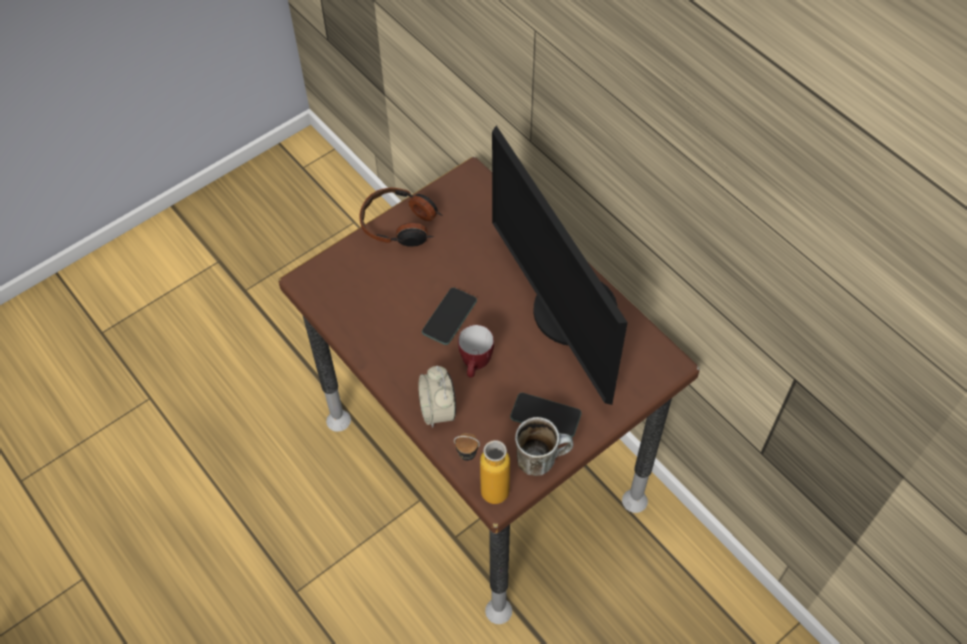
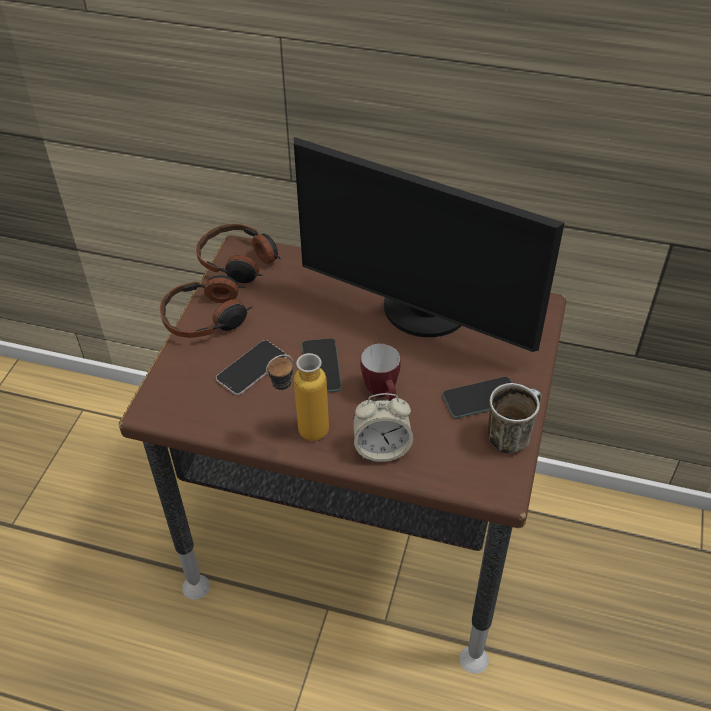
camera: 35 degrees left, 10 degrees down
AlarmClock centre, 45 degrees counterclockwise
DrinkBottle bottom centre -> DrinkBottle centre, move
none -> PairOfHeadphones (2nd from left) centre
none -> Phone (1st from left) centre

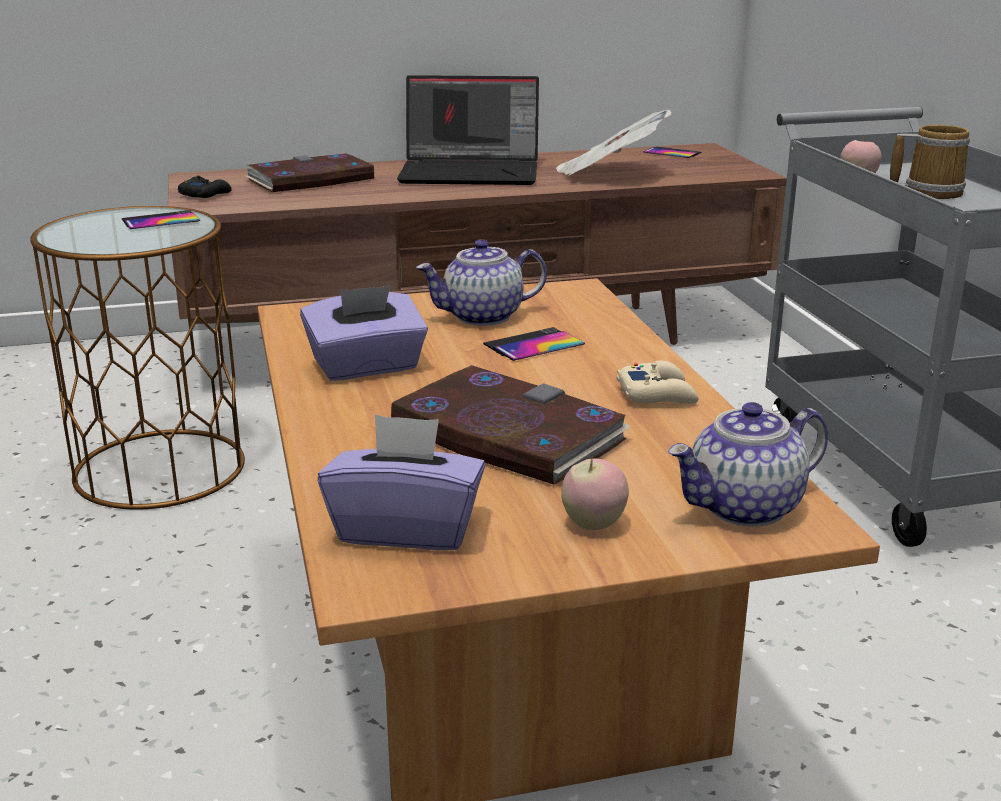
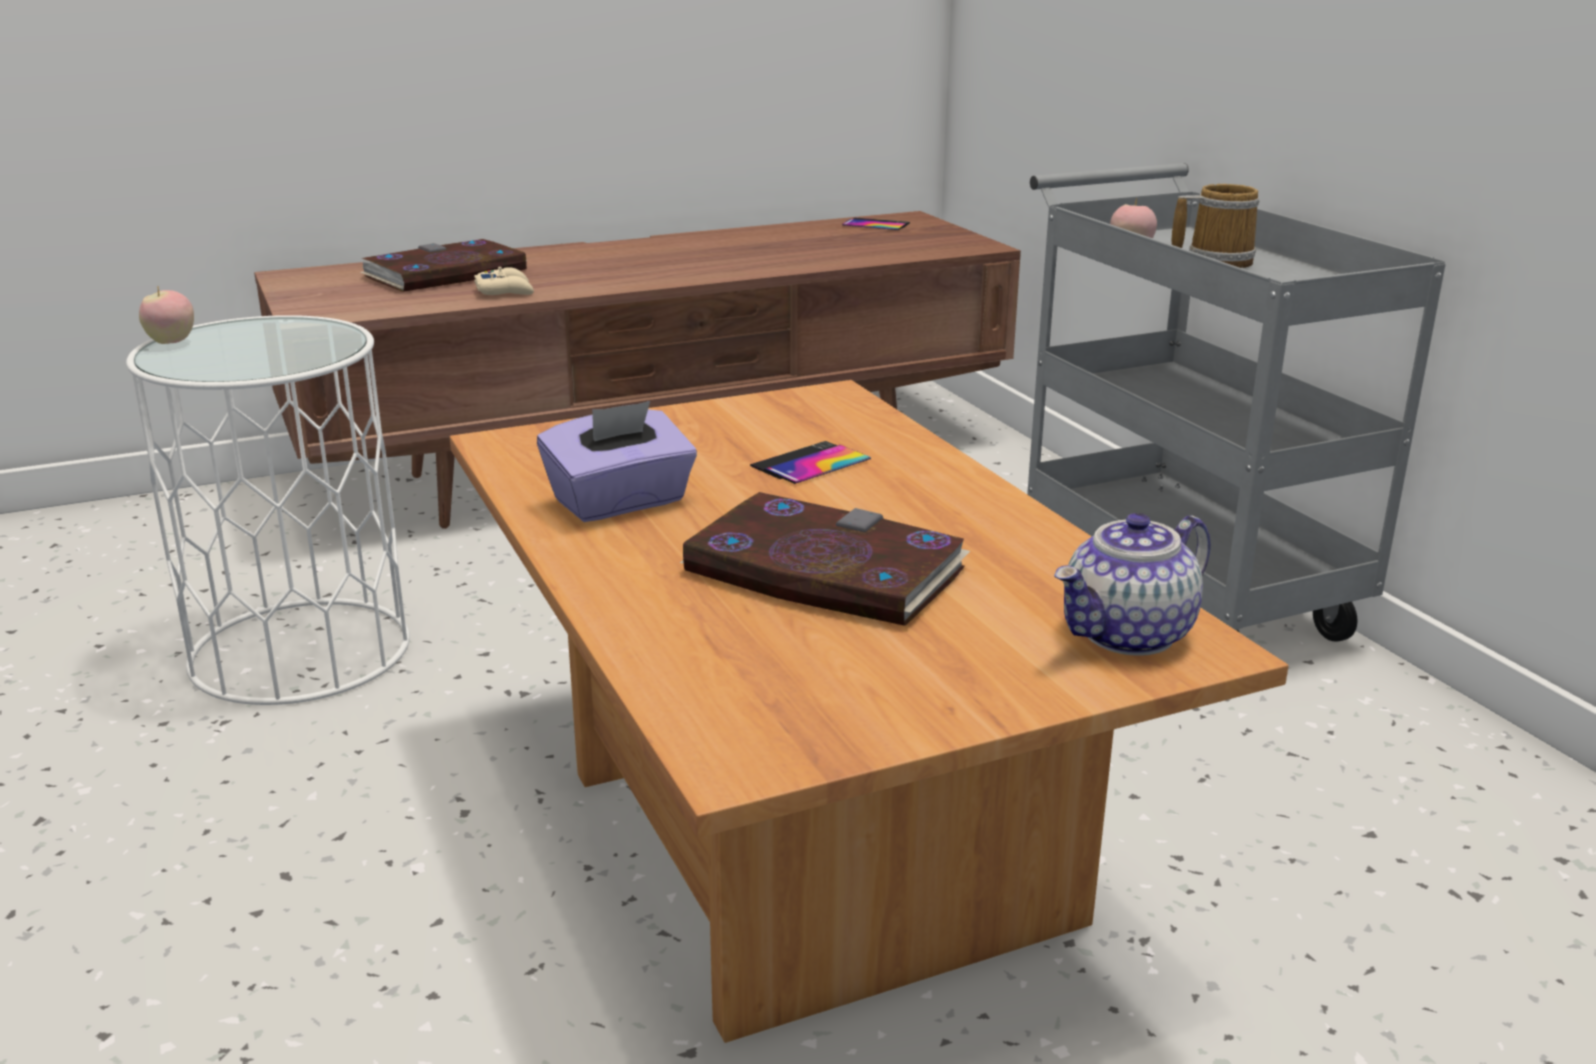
camera: 10 degrees left, 0 degrees up
Laptop top centre -> none
Newspaper top centre -> none
BlackColouredJoypad top left -> none
BrownColouredEndTable middle left -> WhiteEndTable middle left
Phone (1st from left) top left -> none
TeaPot (1st from left) centre -> none
SandColouredJoypad centre -> SandColouredJoypad top left, move
PurpleTissueBox (2nd from left) centre -> none
AppleFruit (1st from left) centre -> AppleFruit (1st from left) top left, move

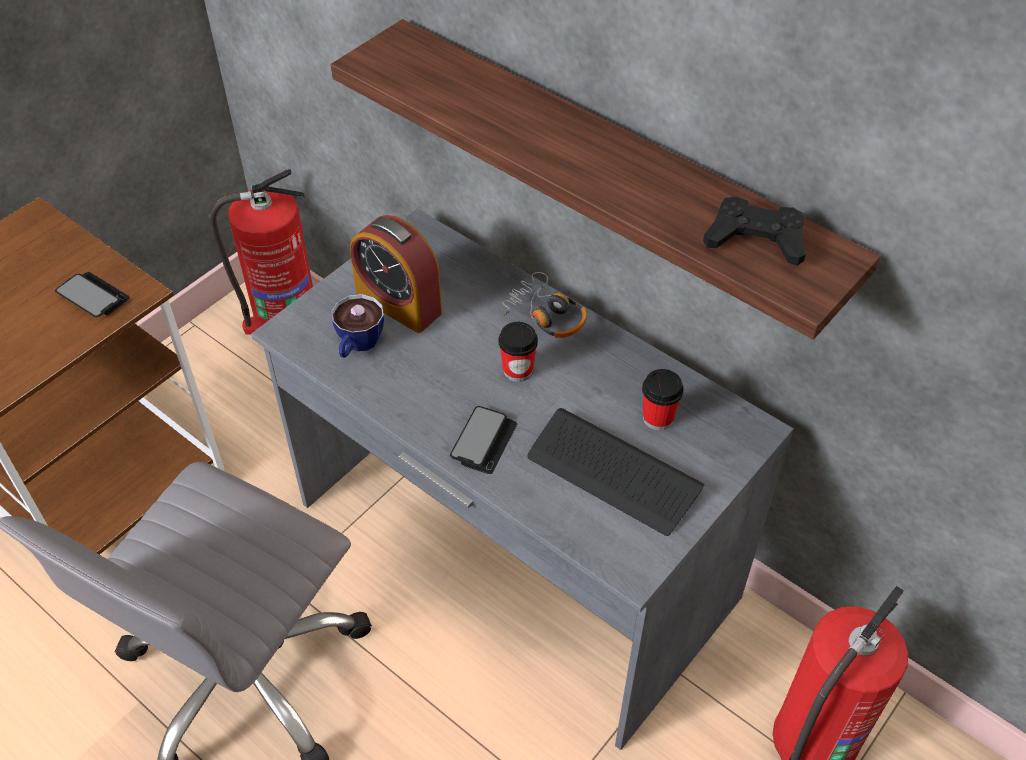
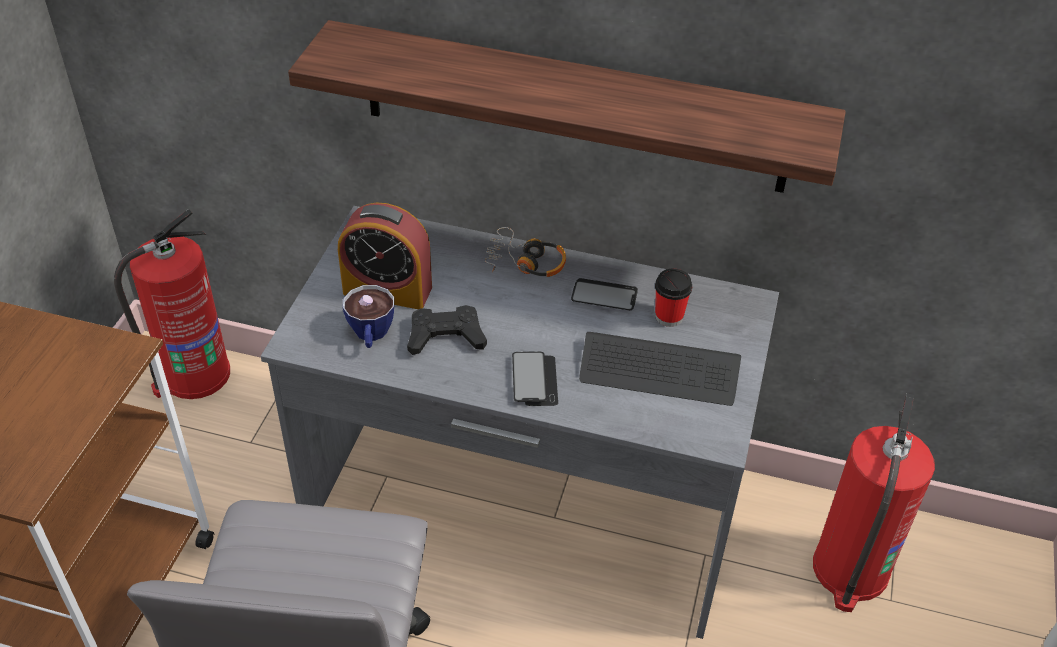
camera: 25 degrees left, 5 degrees down
BlackColouredJoypad top right -> BlackColouredJoypad centre, move
Phone (1st from left in the first image) middle left -> Phone (2nd from left) centre, move
Cup (2nd from left) centre -> none

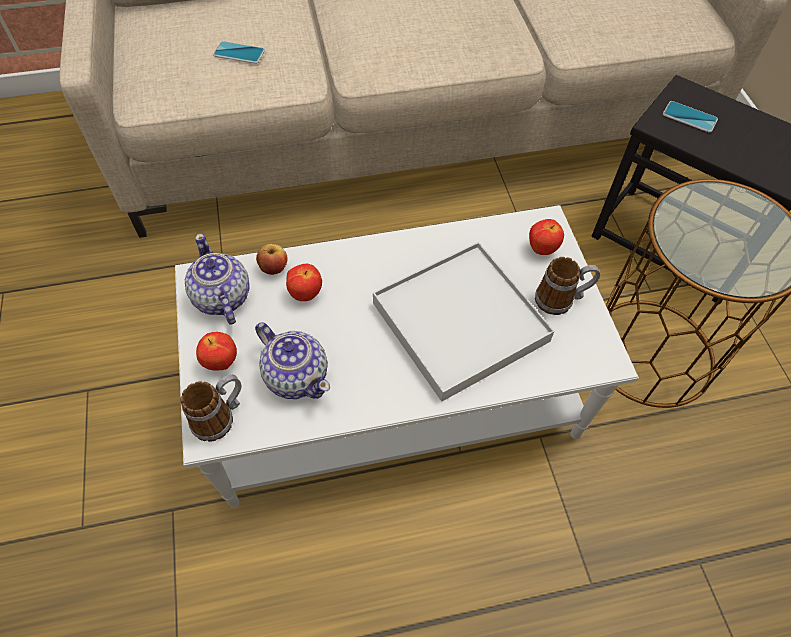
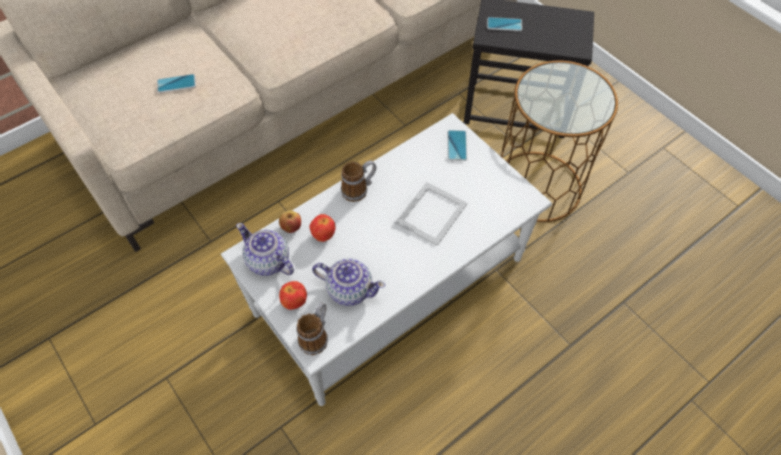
camera: 25 degrees left, 0 degrees up
AppleFruit (4th from left) middle right -> Phone (2nd from left) top centre
WhiteServingTray centre -> PictureFrame centre
TeaMug (2nd from left) middle right -> TeaMug (2nd from left) centre, move

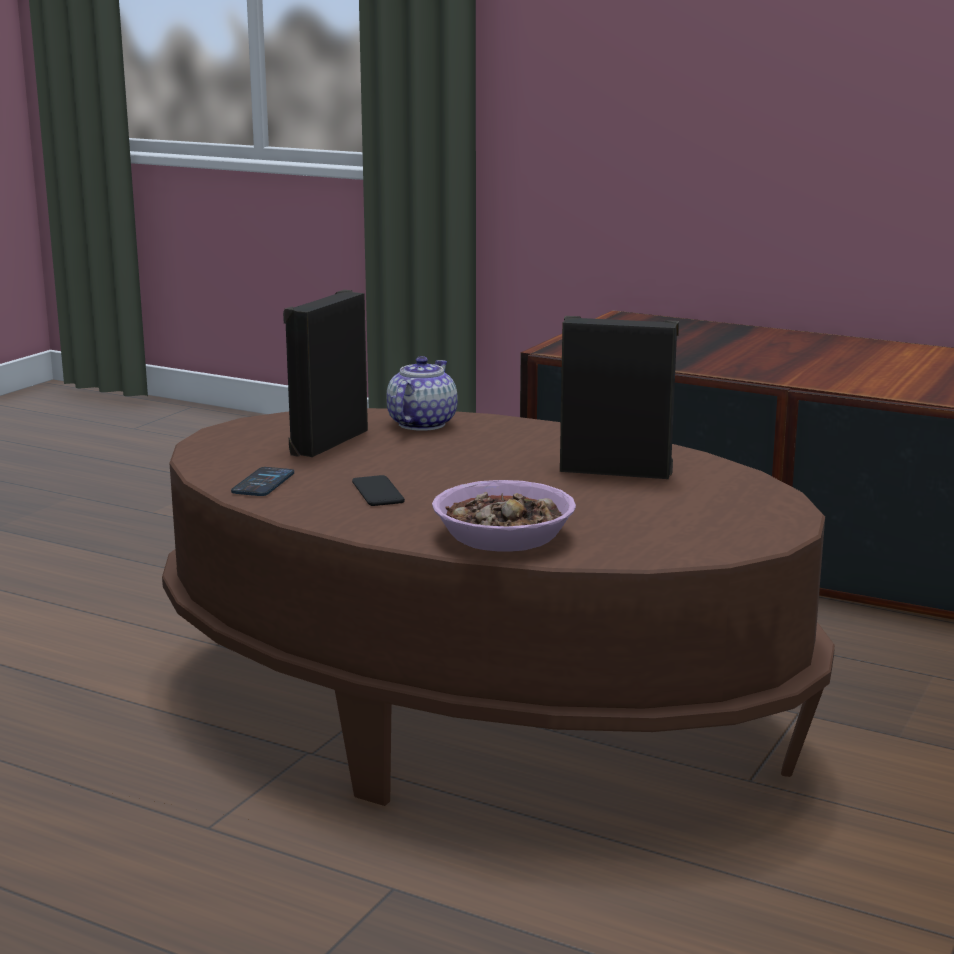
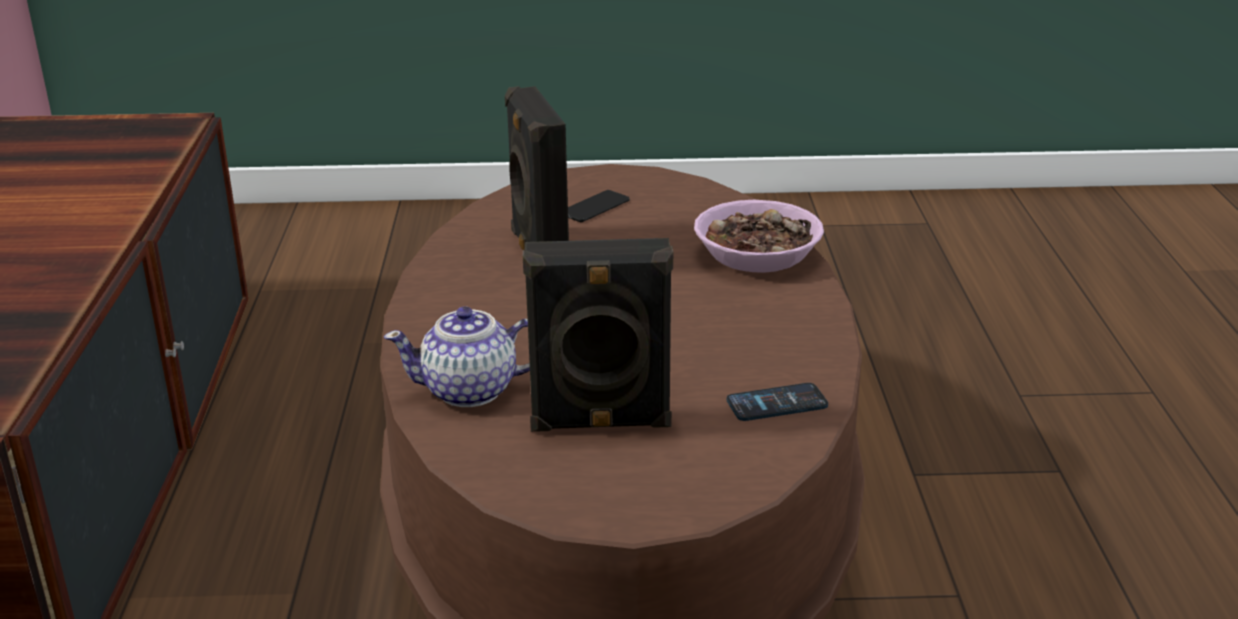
camera: 120 degrees left, 10 degrees up
Phone (2nd from left in the first image) centre -> Phone (1st from left) top centre, move

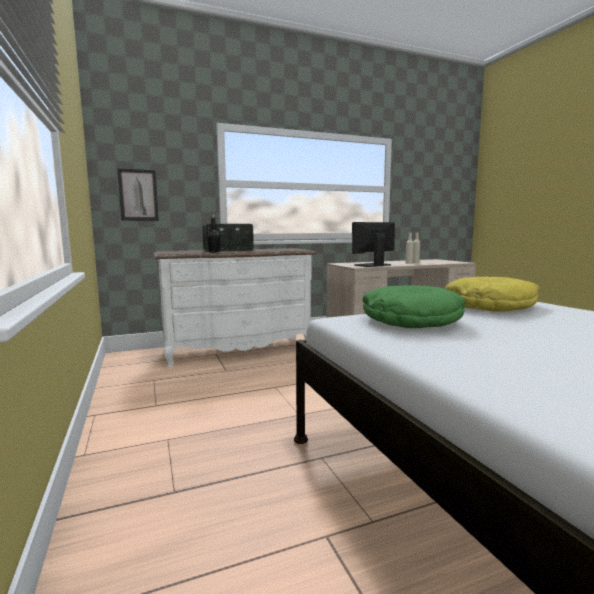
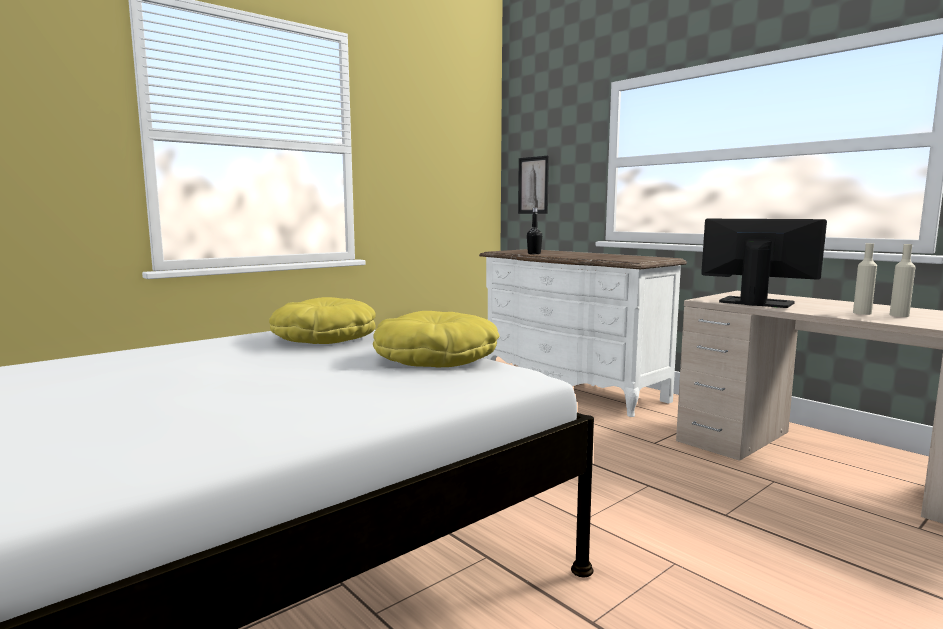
camera: 70 degrees right, 0 degrees up
RadioReceiver centre -> none
GreenColouredPillow middle right -> YellowColouredPillow (1st from left) centre

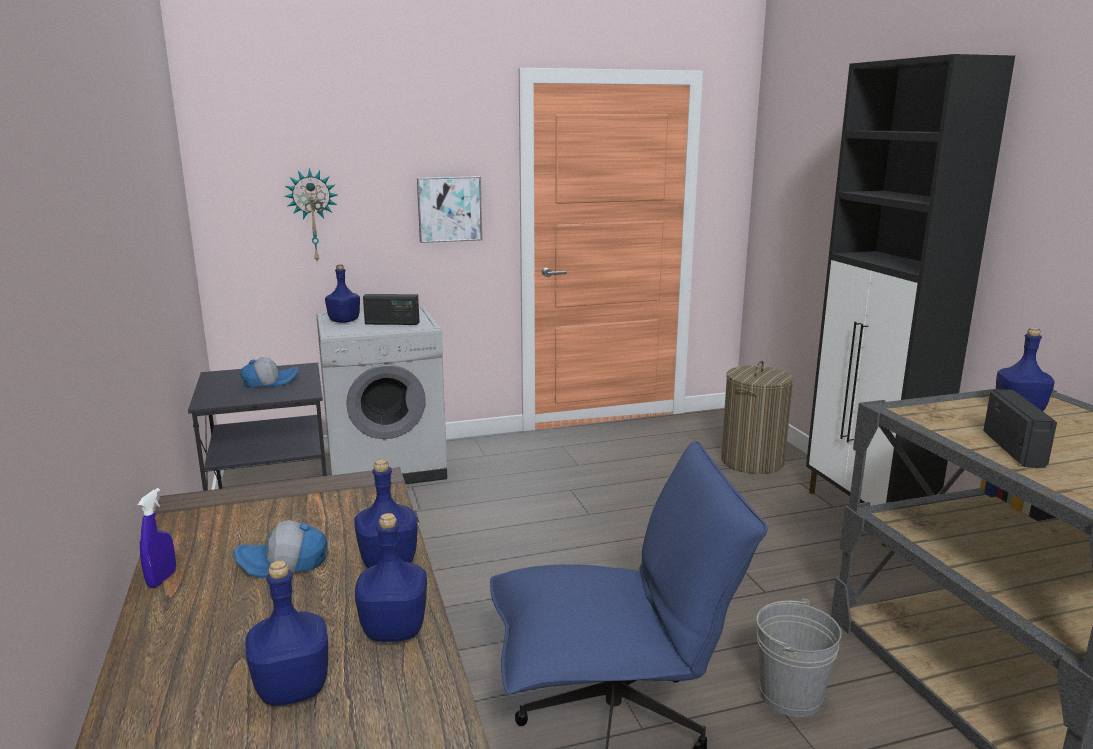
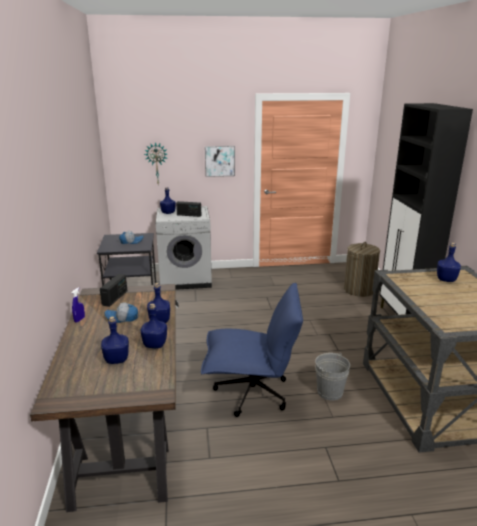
camera: 10 degrees right, 5 degrees up
RadioReceiver (2nd from left in the first image) middle right -> RadioReceiver (1st from left) middle left, move

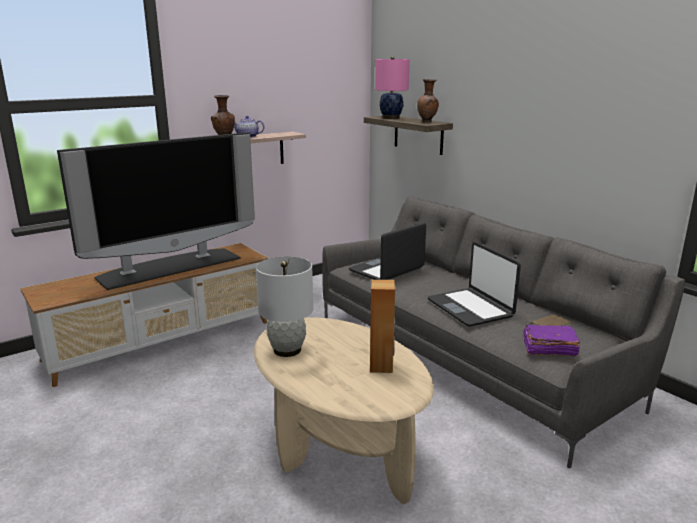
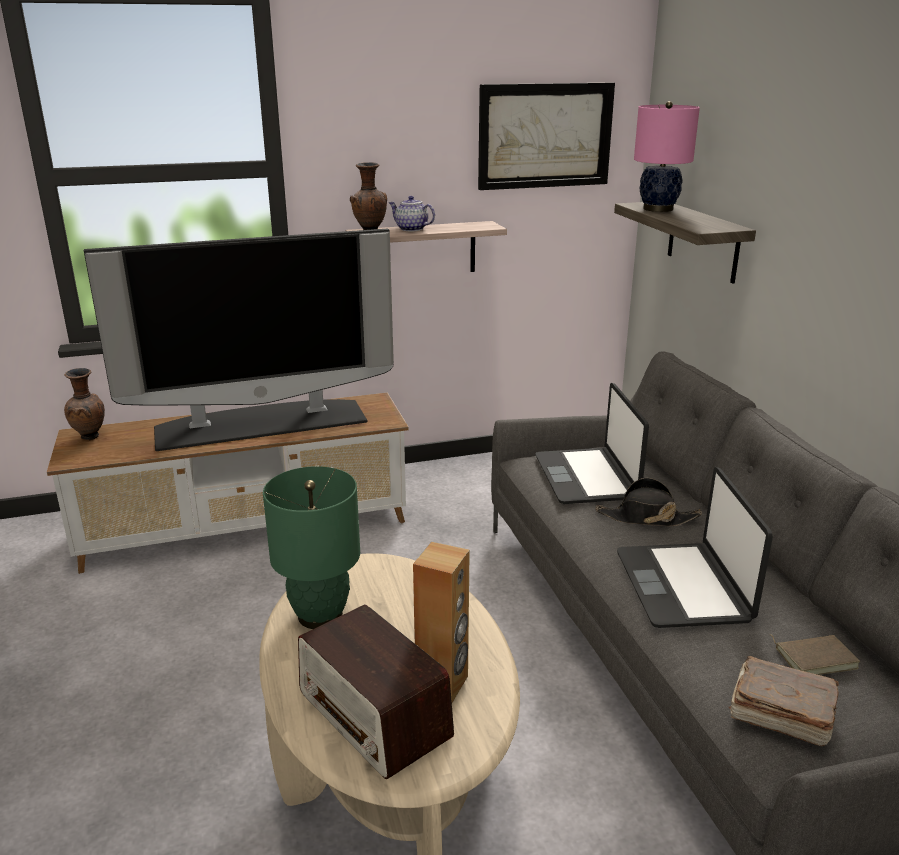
camera: 20 degrees right, 5 degrees up
BrownColouredFlowerVase (2nd from left in the first image) top centre -> BrownColouredFlowerVase (1st from left) middle left, move
Laptop (1st from left) centre, 75 degrees counterclockwise
WhiteTabletopLamp centre -> GreenColouredTabletopLamp centre
PurpleBook middle right -> BrownColouredBook (1st from left) bottom right
none -> Picture top centre
none -> BlackColouredWearableHat middle right
none -> RadioReceiver bottom centre

